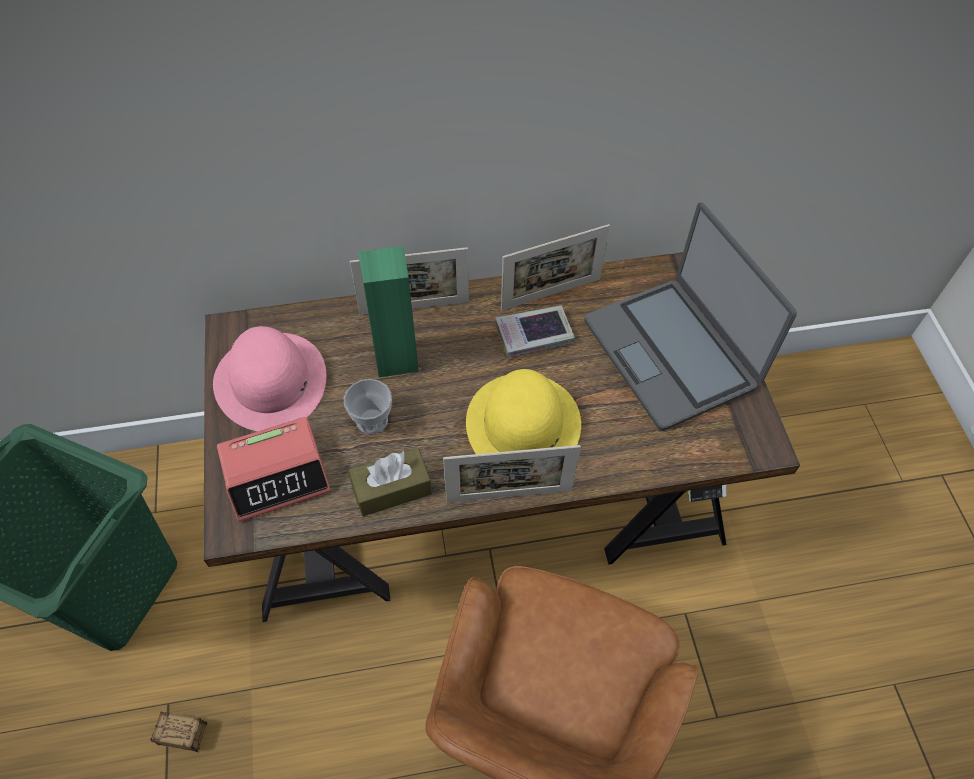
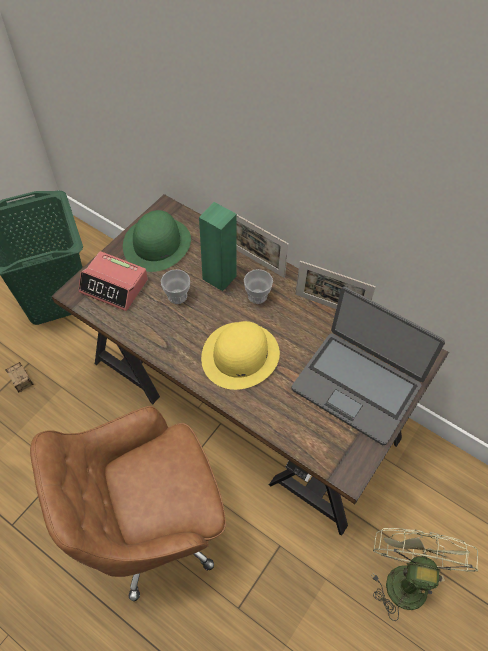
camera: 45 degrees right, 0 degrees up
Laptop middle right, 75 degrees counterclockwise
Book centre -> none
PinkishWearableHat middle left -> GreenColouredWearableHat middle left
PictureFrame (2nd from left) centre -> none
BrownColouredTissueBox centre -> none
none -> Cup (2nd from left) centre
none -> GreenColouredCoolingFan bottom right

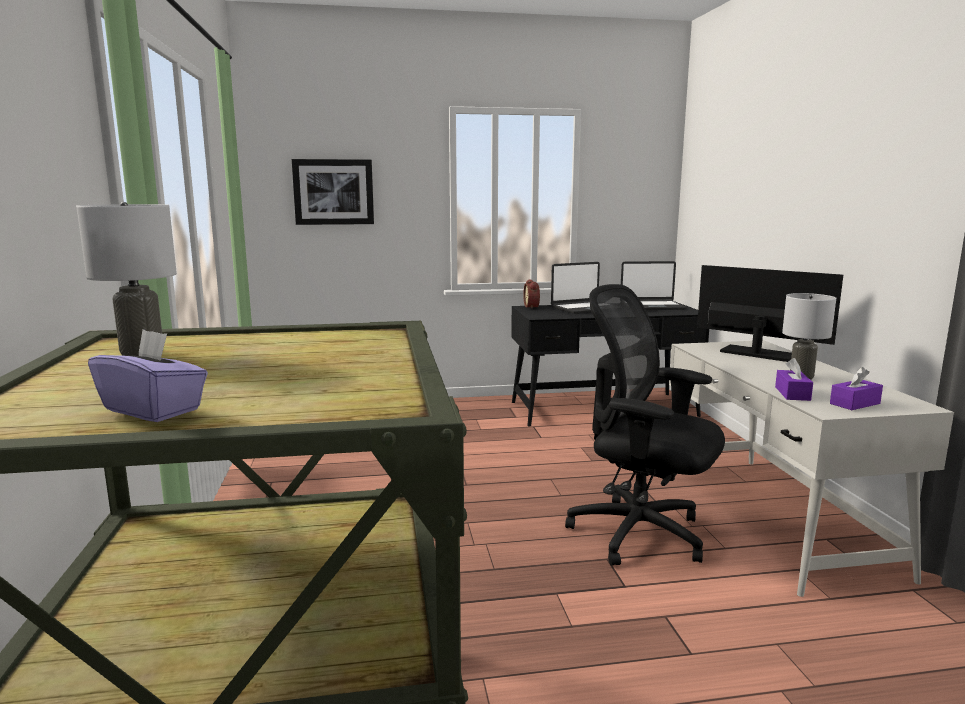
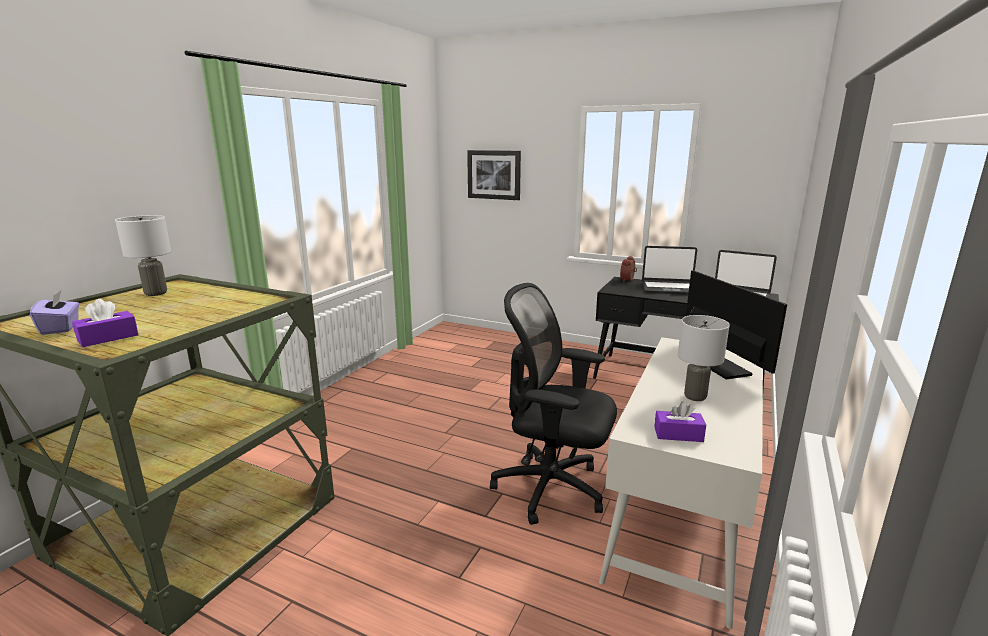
camera: 35 degrees right, 5 degrees up
BlackColouredDeskChair middle right -> BlackColouredDeskChair centre, 45 degrees counterclockwise
PurpleTissueBox (2nd from left) middle right -> PurpleTissueBox (2nd from left) middle left, move

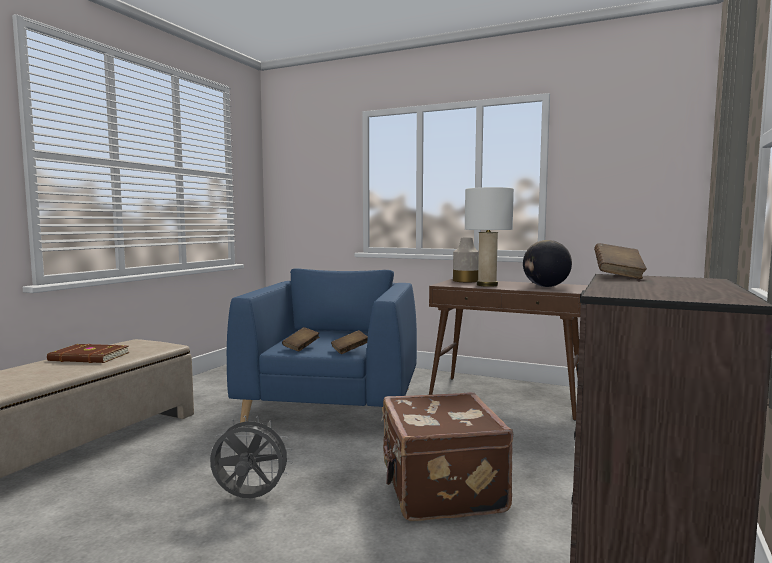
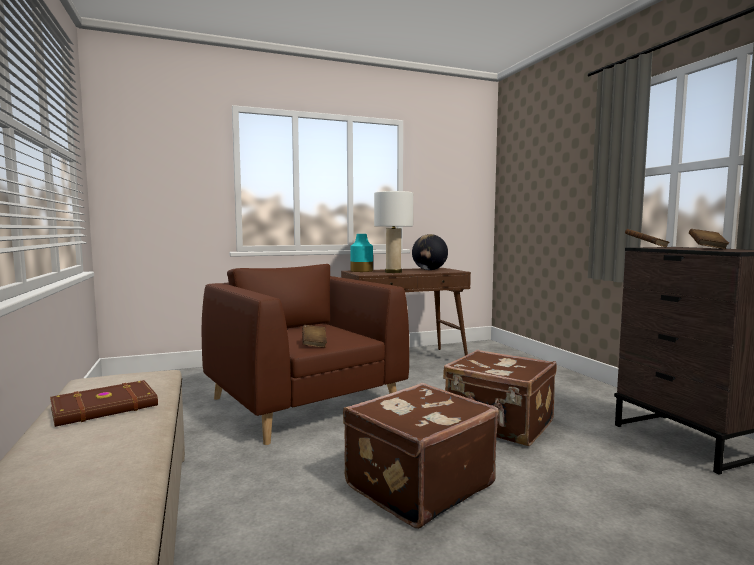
camera: 45 degrees left, 0 degrees up
SandColouredFlowerVase centre -> BlueGreenFlowerVase centre
BlueEasyChair centre -> BrownColouredEasyChair centre
BrownColouredBook (3rd from left in the first image) centre -> BrownColouredBook (4th from left) middle right, move
GreyishCoolingFan bottom left -> BrownColouredSuitcase (1st from left) bottom centre

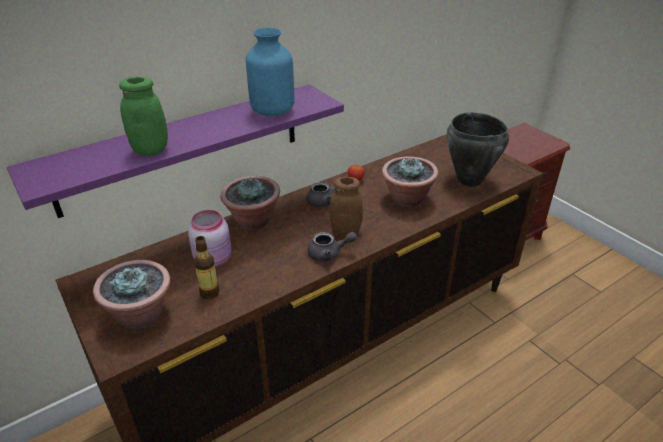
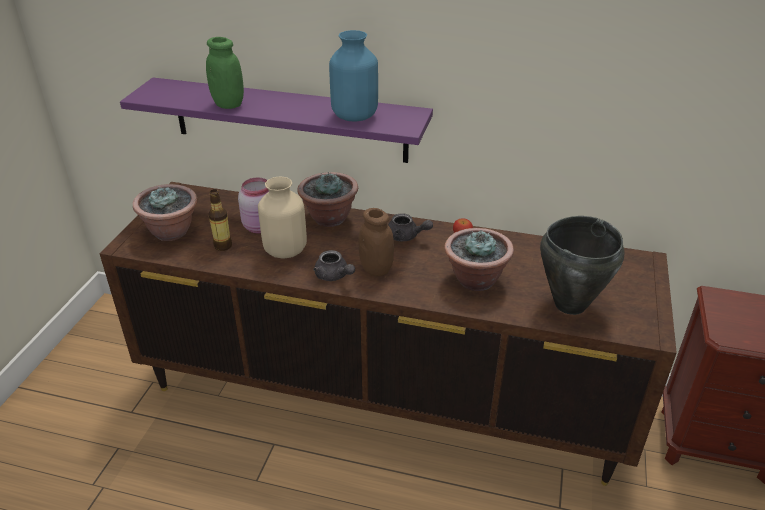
camera: 50 degrees right, 0 degrees up
none -> SandColouredFlowerVase centre

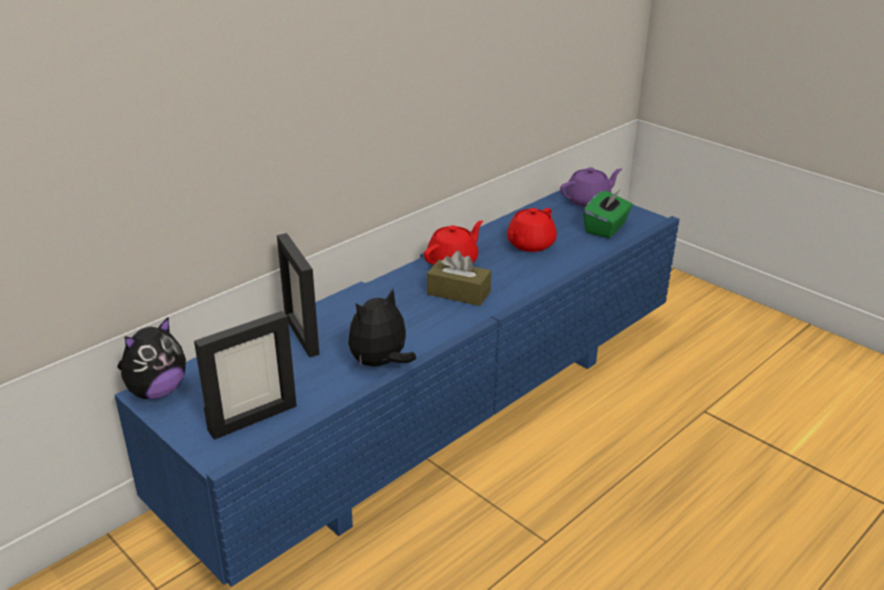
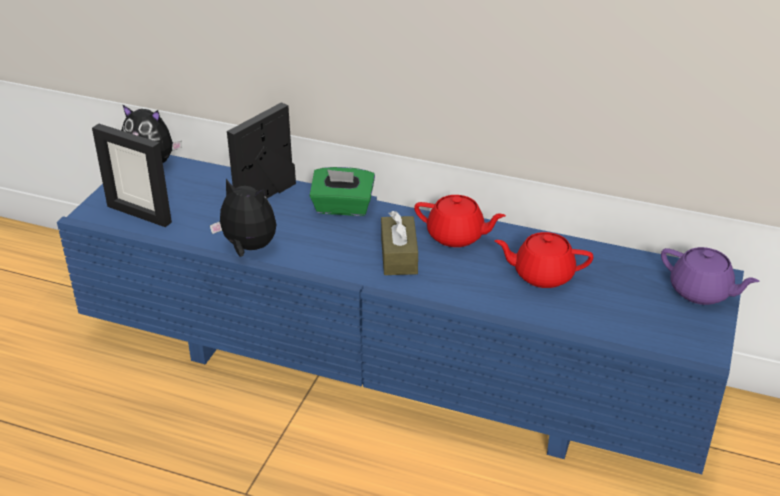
camera: 65 degrees right, 5 degrees up
GreenColouredTissueBox middle right -> GreenColouredTissueBox centre, move

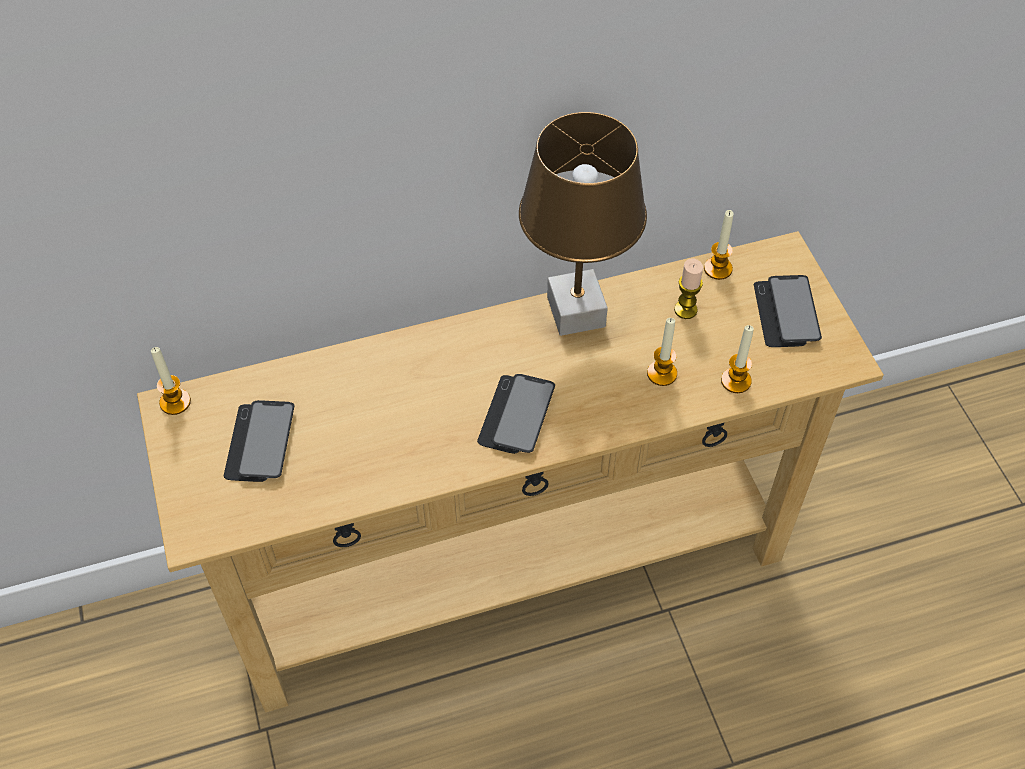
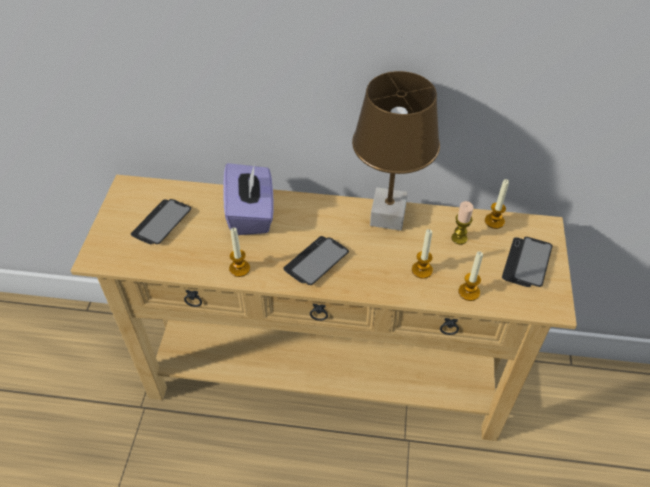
camera: 25 degrees right, 5 degrees down
WaxCandle (1st from left) middle left -> WaxCandle (1st from left) centre, move
none -> PurpleTissueBox centre

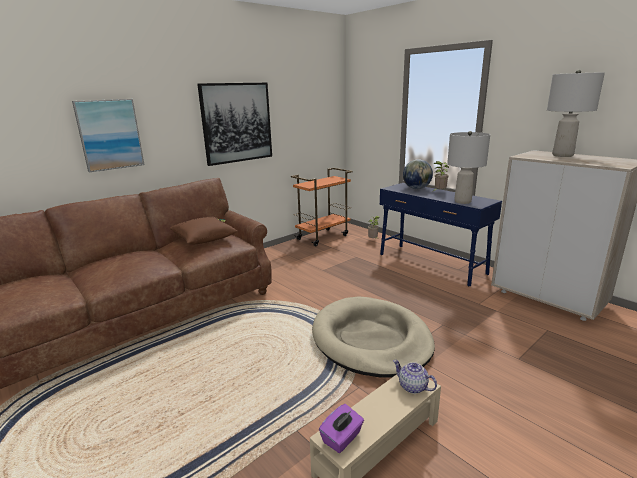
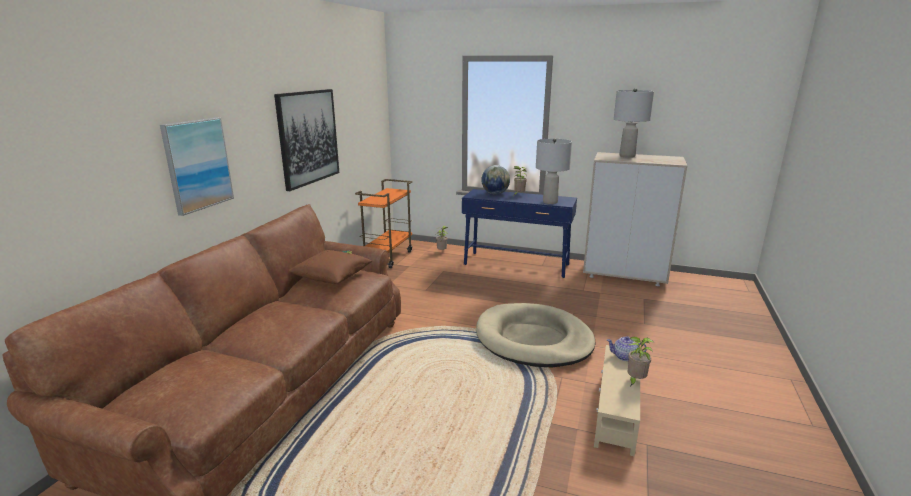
camera: 30 degrees left, 0 degrees up
PurpleTissueBox bottom centre -> none
none -> Houseplant (3rd from left) bottom right

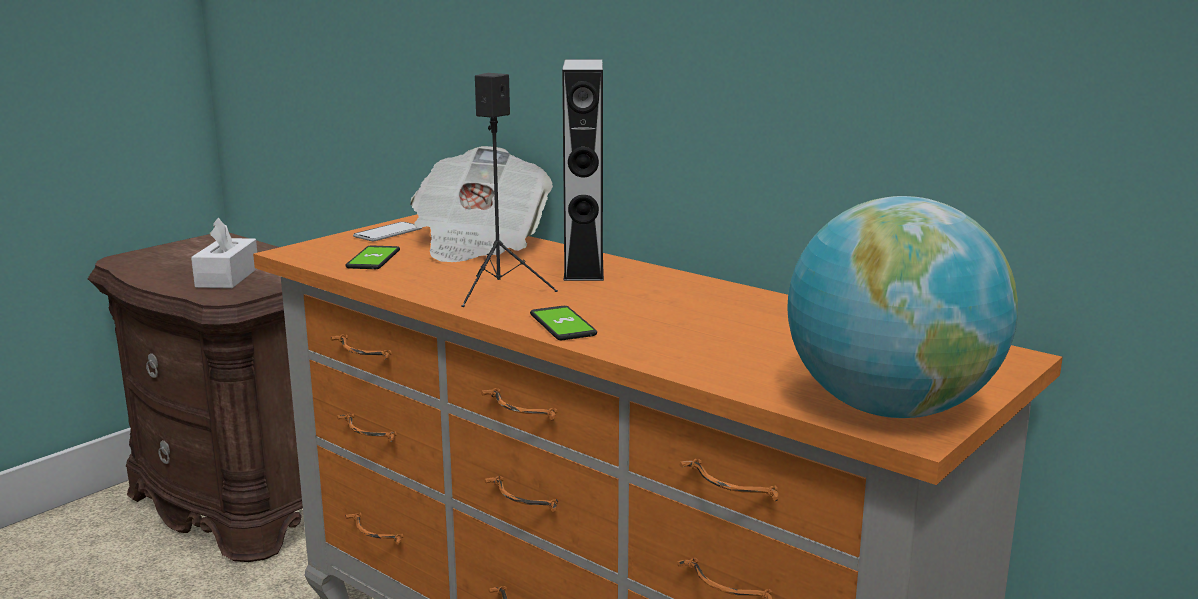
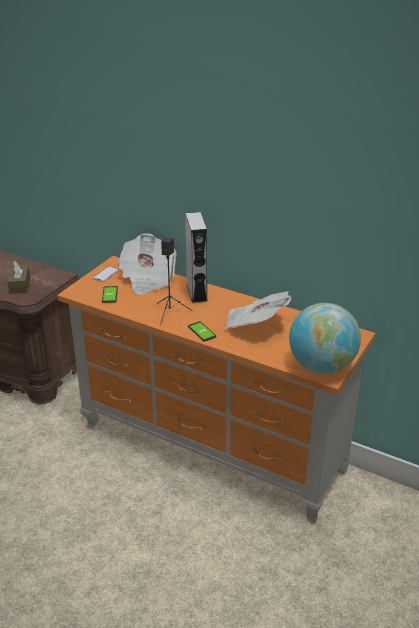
camera: 10 degrees left, 15 degrees up
WhiteTissueBox middle left -> BrownColouredTissueBox middle left
none -> Newspaper (2nd from left) centre

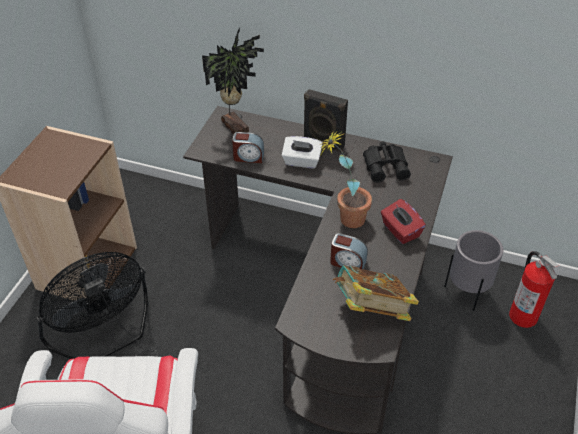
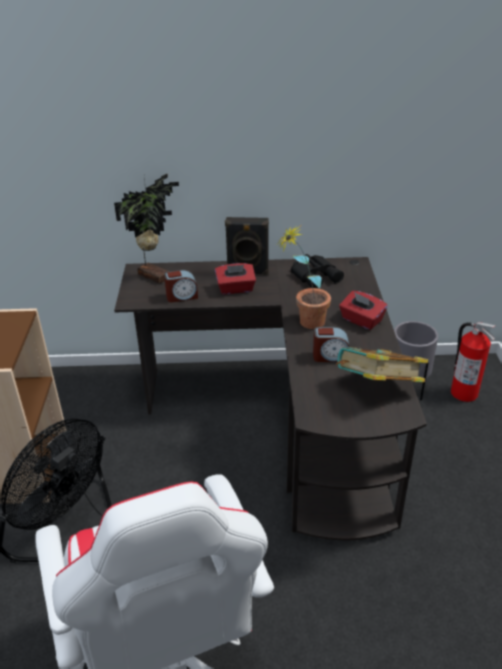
camera: 20 degrees left, 10 degrees down
WhiteTissueBox centre -> ReddishTissueBox (1st from left) centre

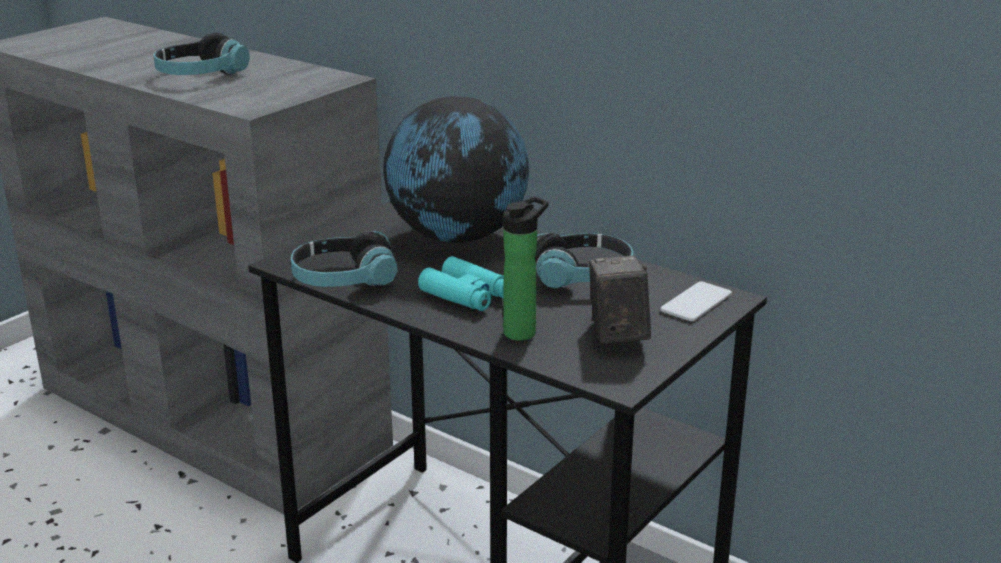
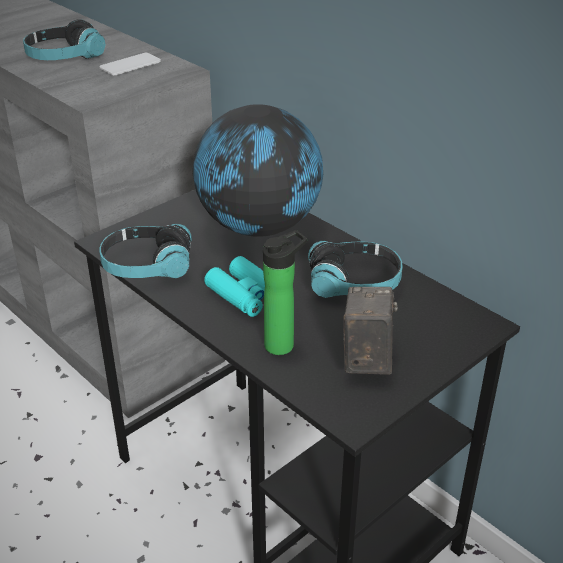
camera: 10 degrees right, 10 degrees up
Phone middle right -> Phone top left, move

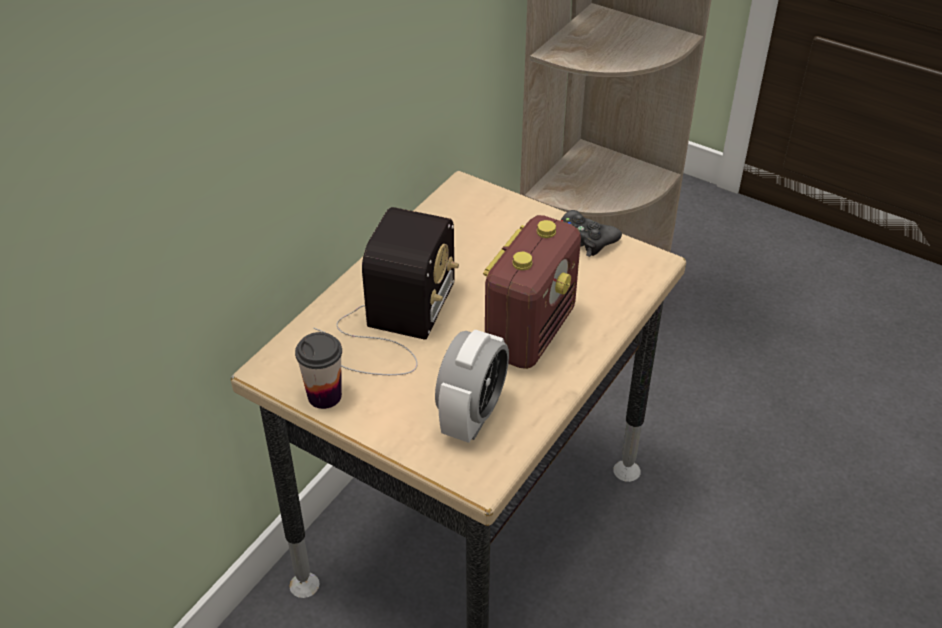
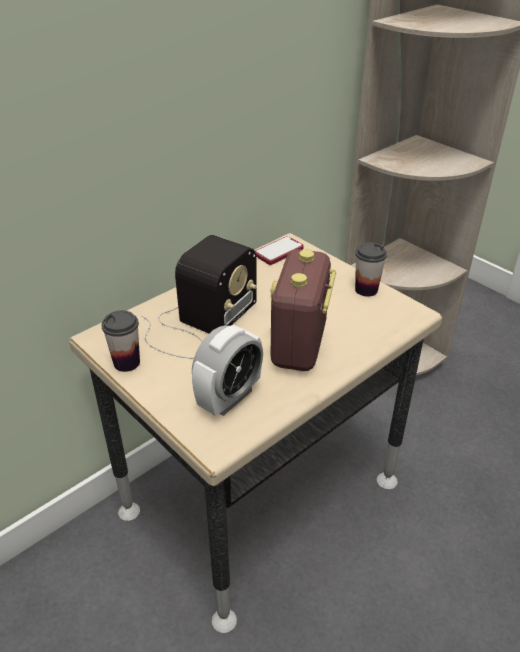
camera: 15 degrees right, 5 degrees down
BlackColouredJoypad centre -> Cup (2nd from left) middle right
RadioReceiver (2nd from left) centre, 150 degrees clockwise
none -> Phone centre

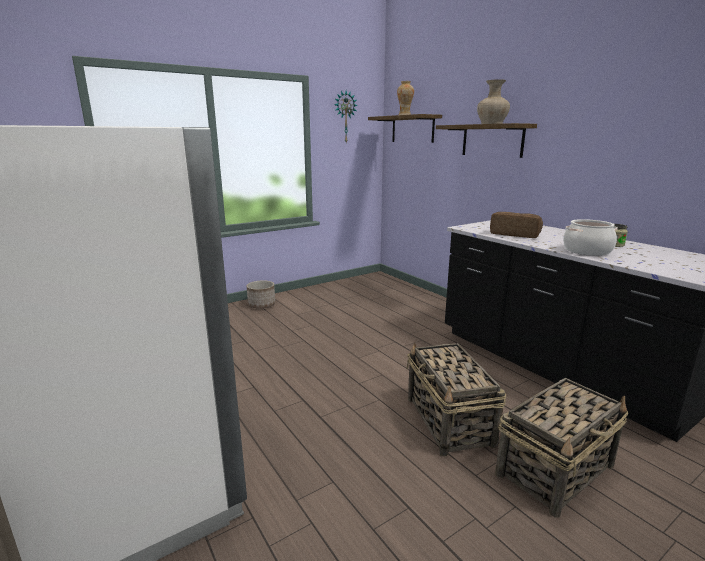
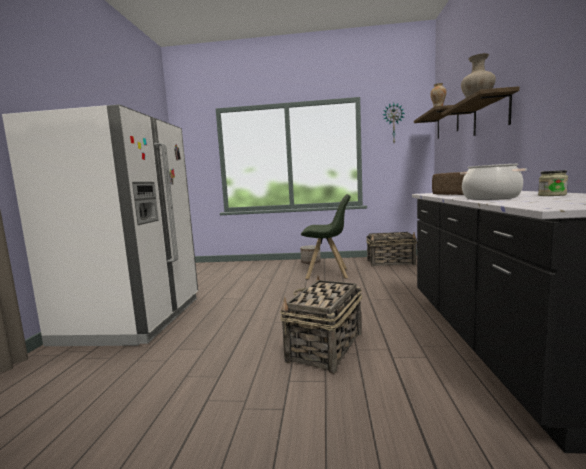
camera: 40 degrees right, 10 degrees down
Basket (2nd from left) bottom right -> Basket (2nd from left) middle right, move
none -> GreenColouredUprightChair centre

